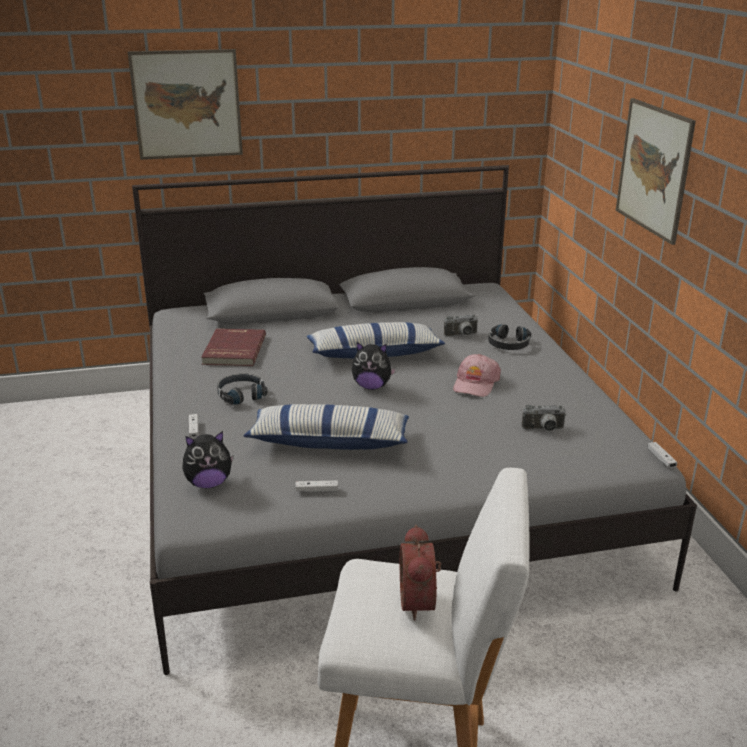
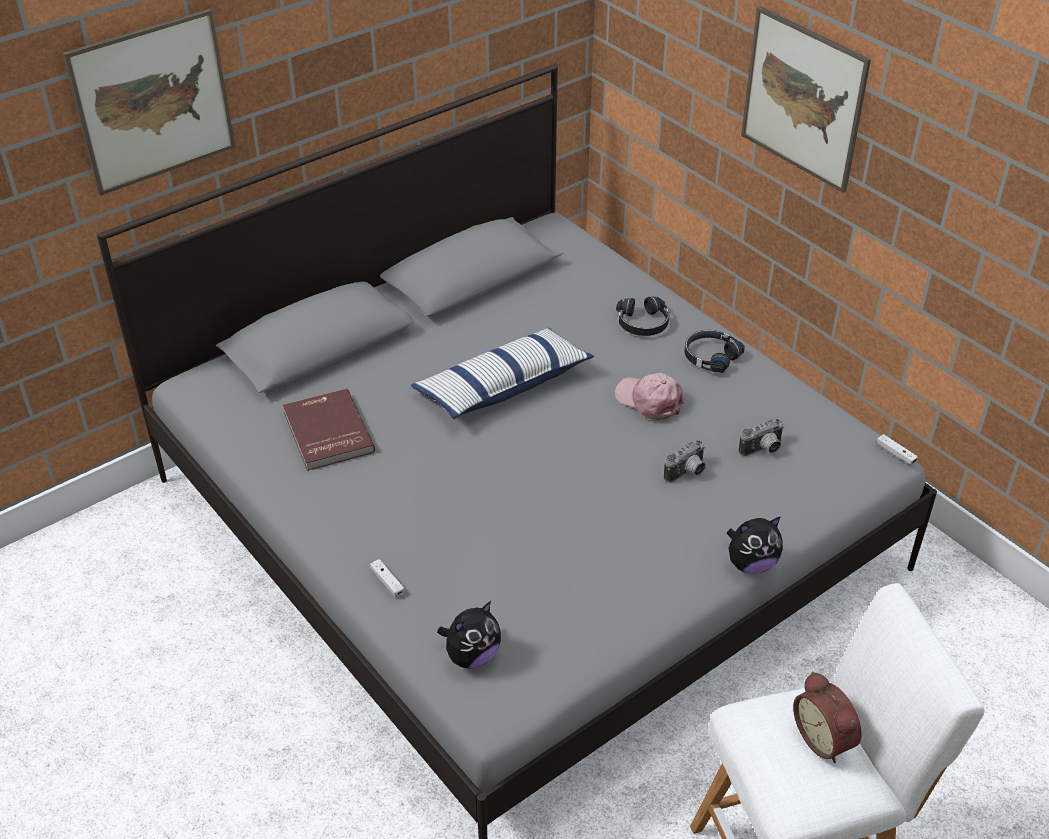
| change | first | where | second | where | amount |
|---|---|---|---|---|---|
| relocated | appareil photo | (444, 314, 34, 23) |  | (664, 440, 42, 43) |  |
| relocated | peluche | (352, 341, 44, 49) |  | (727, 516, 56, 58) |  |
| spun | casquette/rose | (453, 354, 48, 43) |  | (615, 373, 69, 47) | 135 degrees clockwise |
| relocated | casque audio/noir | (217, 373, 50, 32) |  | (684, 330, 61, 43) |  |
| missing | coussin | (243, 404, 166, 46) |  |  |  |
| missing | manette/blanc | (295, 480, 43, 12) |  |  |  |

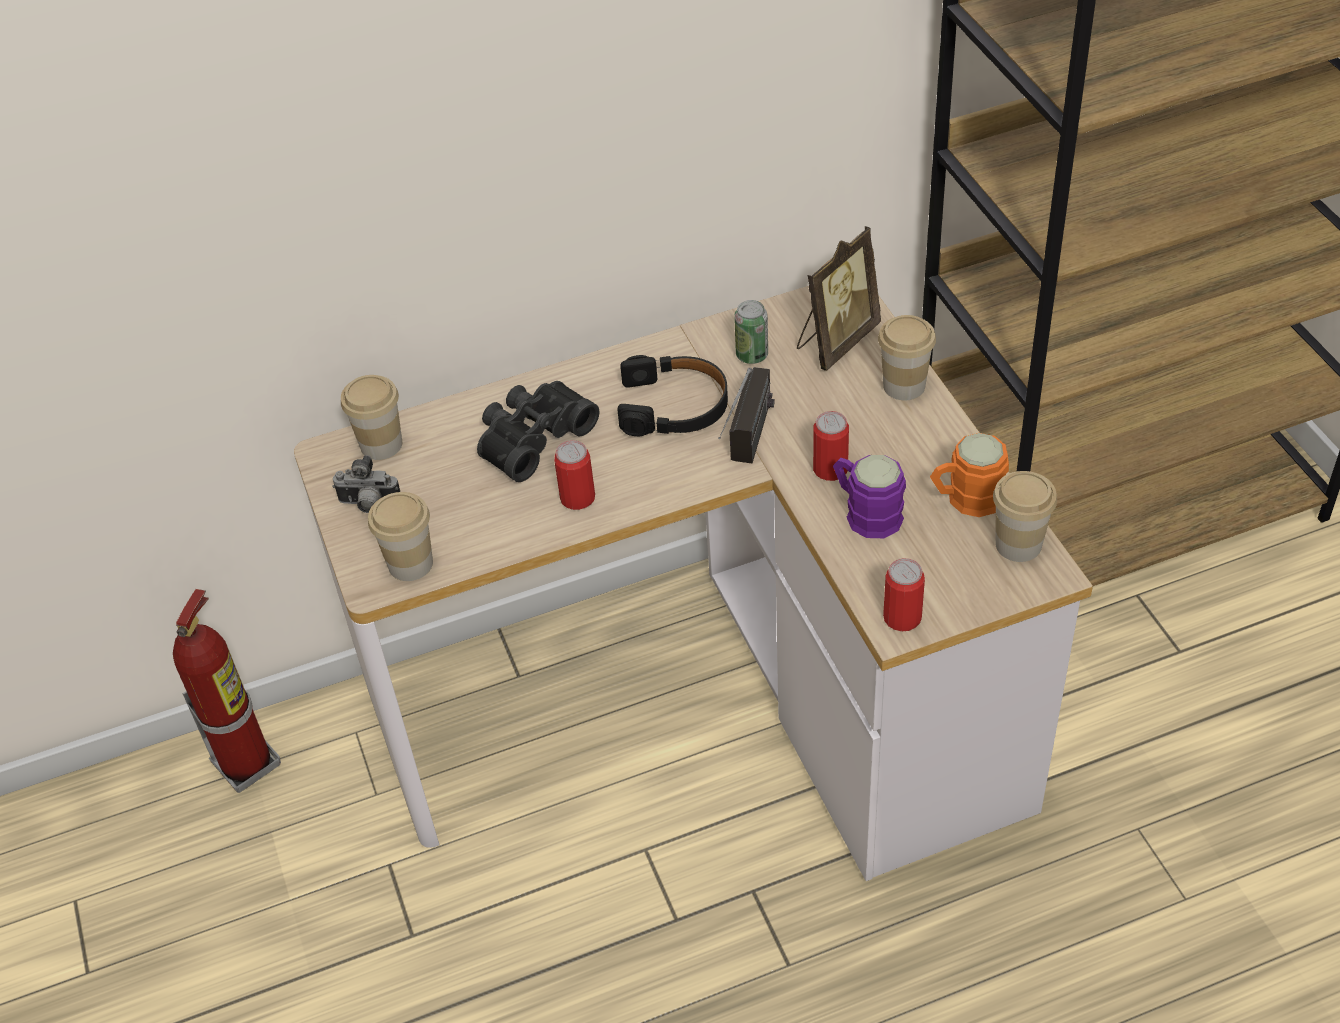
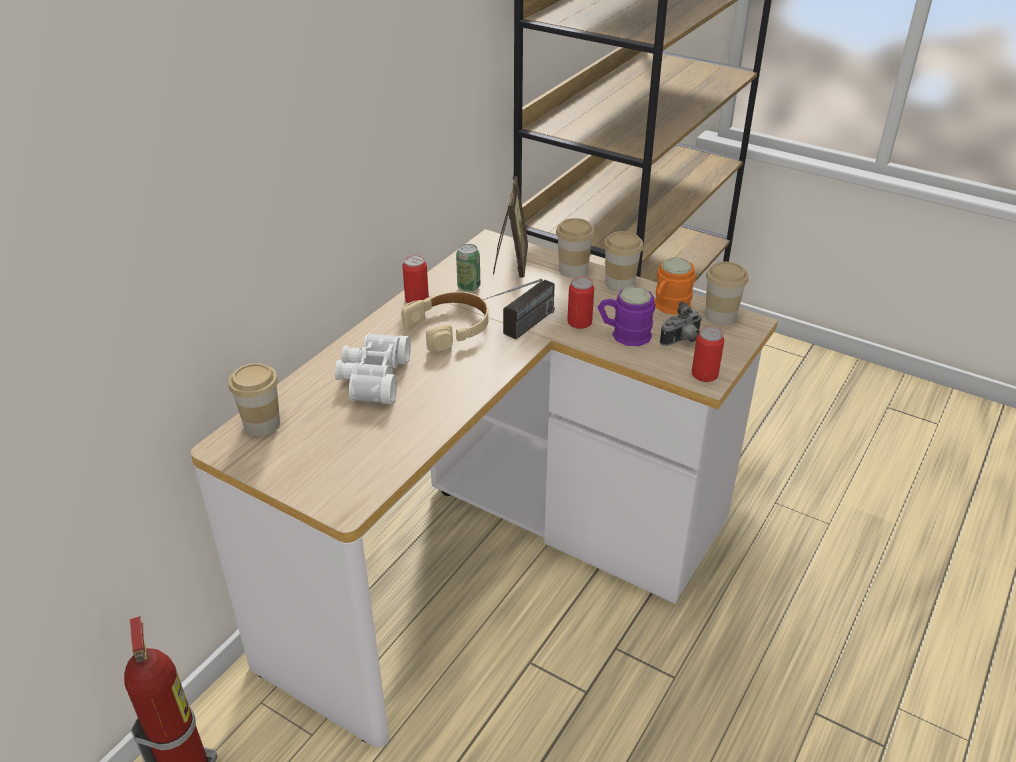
| change | first | where | second | where | amount |
|---|---|---|---|---|---|
| colour | casque audio/noir | (617, 355, 111, 82) | casque audio/beige | (401, 291, 87, 60) |  |
| spun | radio | (718, 367, 57, 97) |  | (481, 279, 74, 60) | 60 degrees clockwise |
| colour | jumelles/noir | (477, 381, 122, 101) | jumelles/blanc | (335, 333, 76, 71) |  |
| relocated | boîte métallique | (554, 440, 41, 70) |  | (402, 255, 27, 48) |  |
| relocated | appareil photo | (332, 455, 68, 58) |  | (660, 301, 42, 45) |  |
| relocated | tasse | (368, 492, 65, 89) |  | (603, 231, 40, 61) |  |

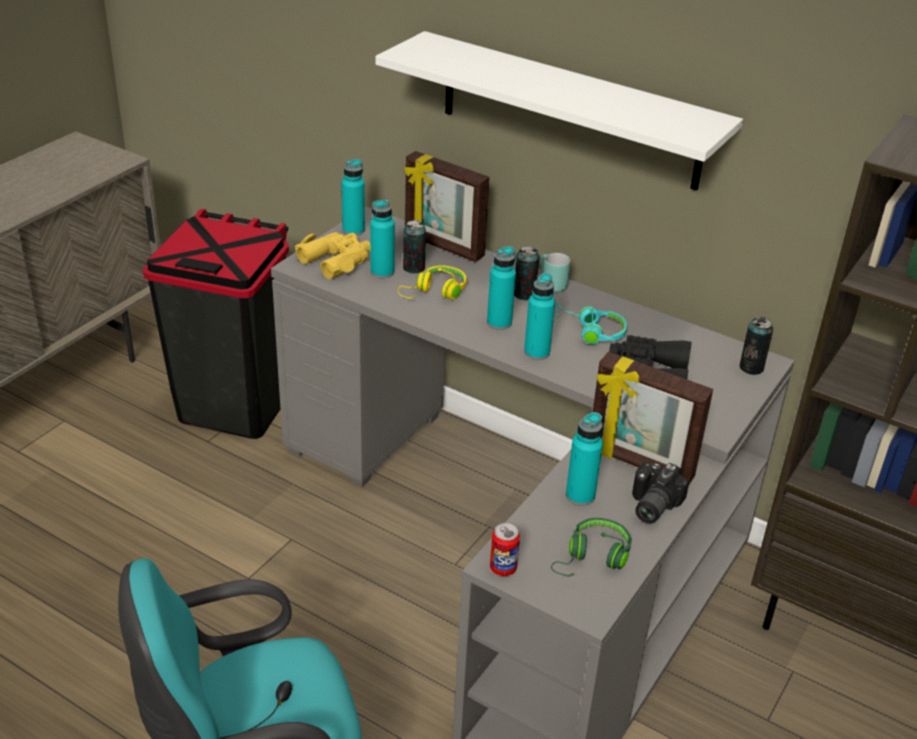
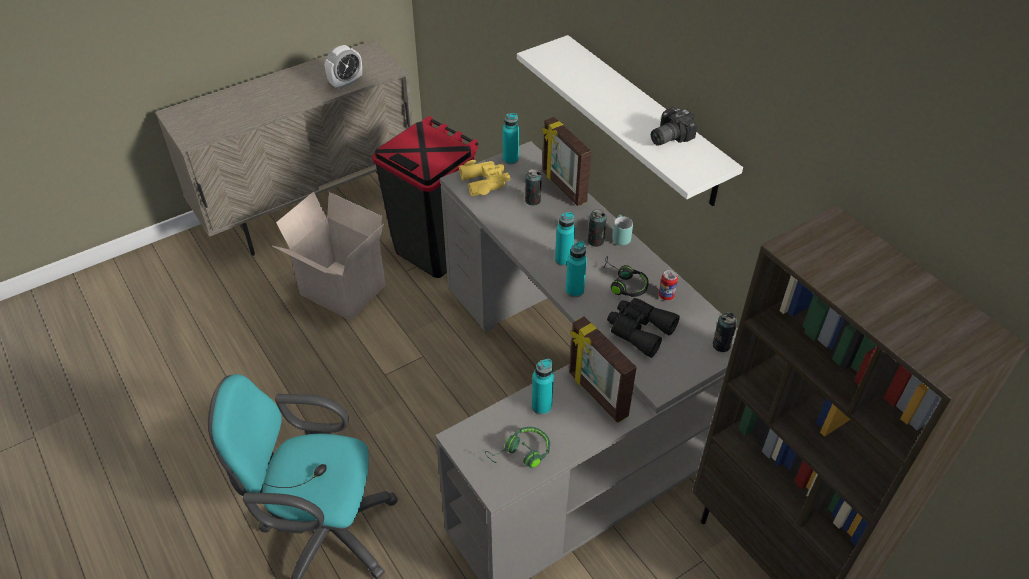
| change | first | where | second | where | amount |
|---|---|---|---|---|---|
| missing | bouteille/turquoise | (370, 199, 25, 79) |  |  |  |
| missing | casque audio/jaune | (398, 265, 69, 34) |  |  |  |
| colour | casque audio/turquoise | (556, 302, 71, 42) | casque audio/noir | (603, 256, 46, 41) |  |
| relocated | appareil photo | (632, 462, 57, 62) |  | (651, 107, 46, 38) |  |
| relocated | boîte métallique | (490, 523, 30, 53) |  | (659, 270, 19, 31) |  |
| appeared |  |  | réveil | (325, 45, 37, 44) |  |
| appeared |  |  | carton | (272, 192, 114, 128) |  |

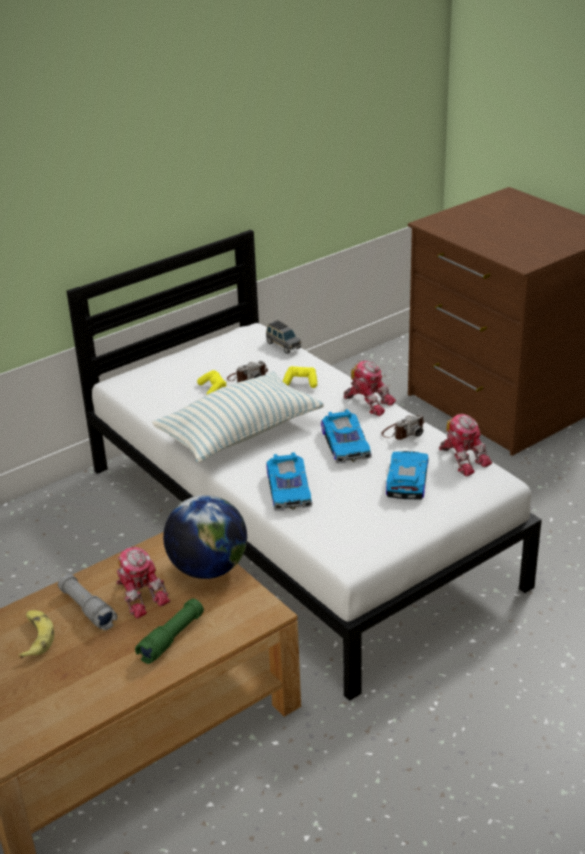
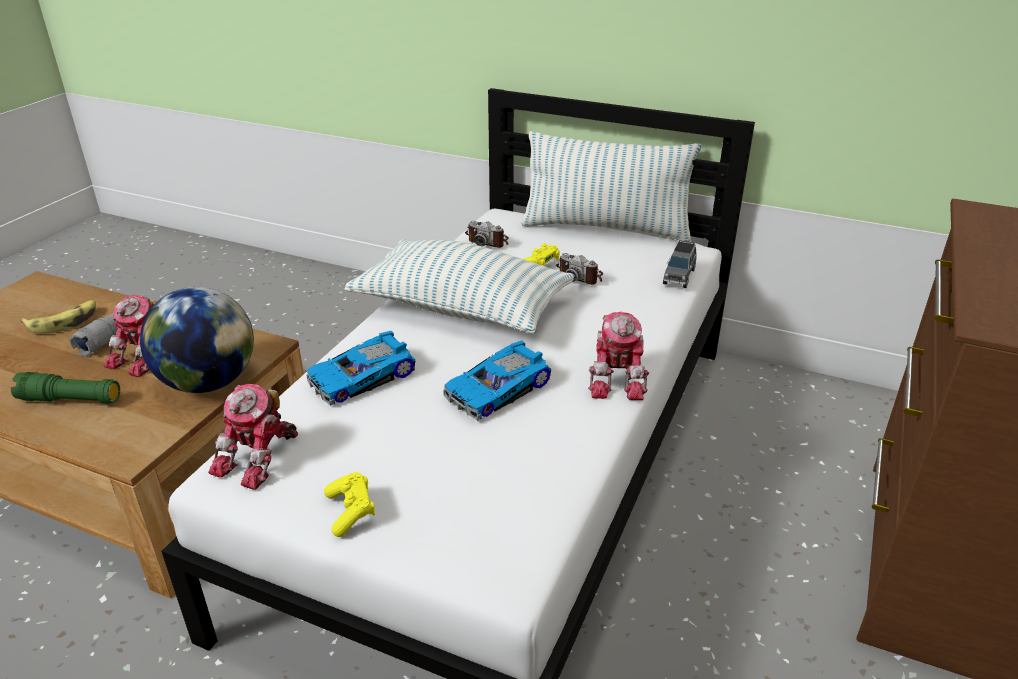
| change | first | where | second | where | amount |
|---|---|---|---|---|---|
| relocated | manette/jaune | (283, 366, 34, 22) |  | (324, 472, 51, 65) |  |
| relocated | appareil photo | (381, 413, 44, 27) |  | (465, 221, 44, 27) |  |
| relocated | robot jouet | (439, 414, 53, 62) |  | (208, 384, 90, 106) |  |
| missing | petite voiture | (386, 451, 43, 49) |  |  |  |
| appeared |  |  | coussin | (521, 131, 181, 111) |  |

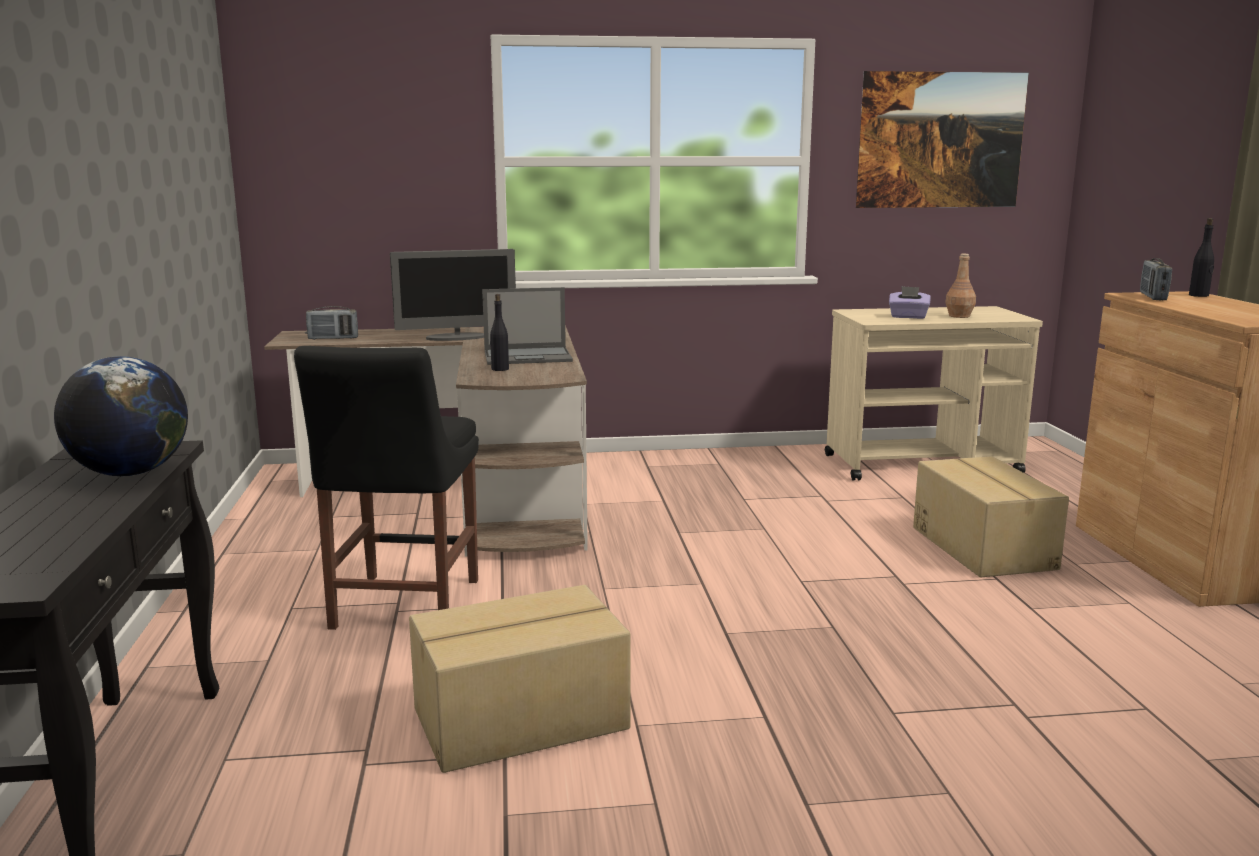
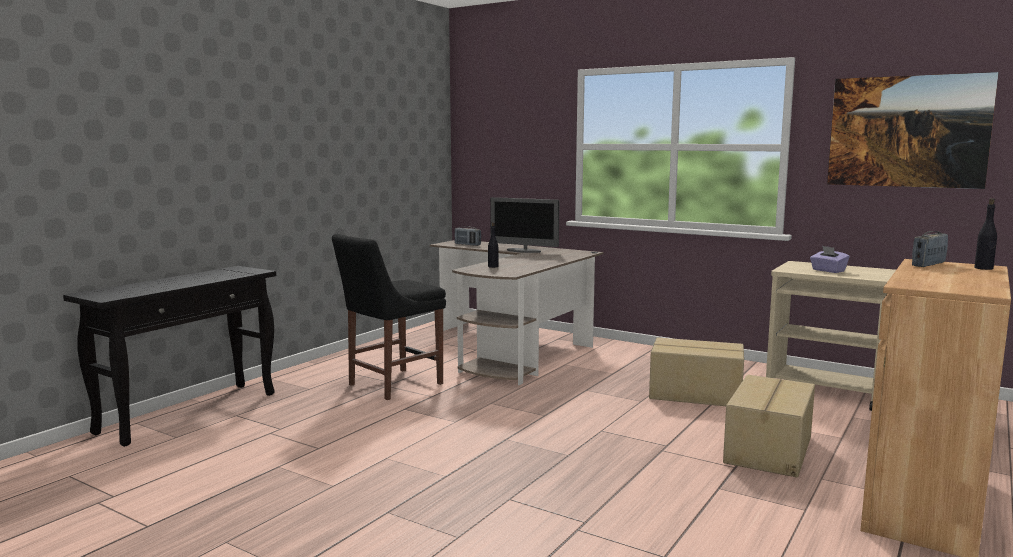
| change | first | where | second | where | amount |
|---|---|---|---|---|---|
| missing | bouteille/marron | (945, 254, 31, 64) |  |  |  |
| missing | ordinateur portable | (482, 287, 91, 78) |  |  |  |
| missing | globe | (54, 356, 134, 120) |  |  |  |
| relocated | carton | (409, 585, 221, 188) |  | (649, 337, 95, 69) |  |

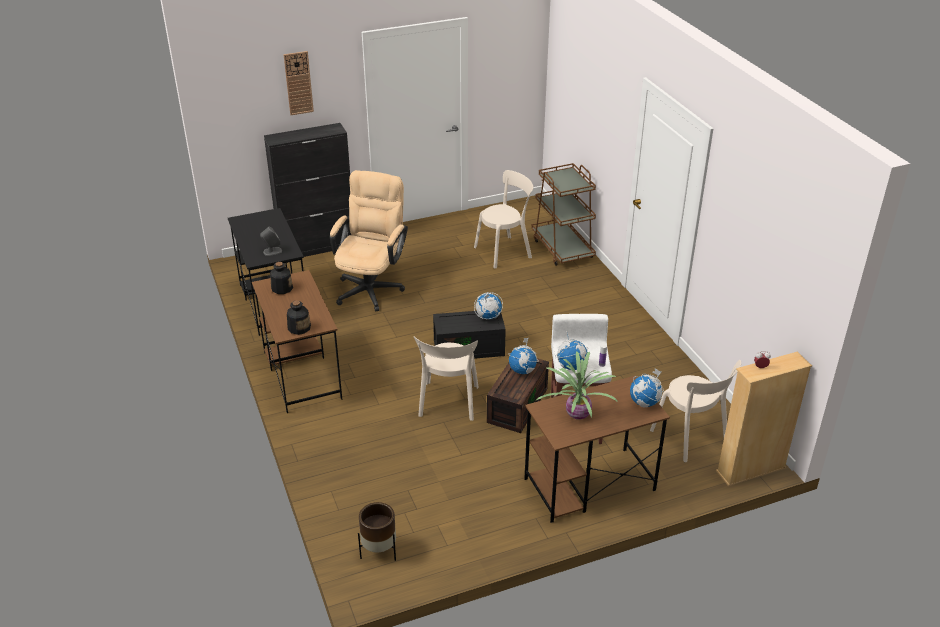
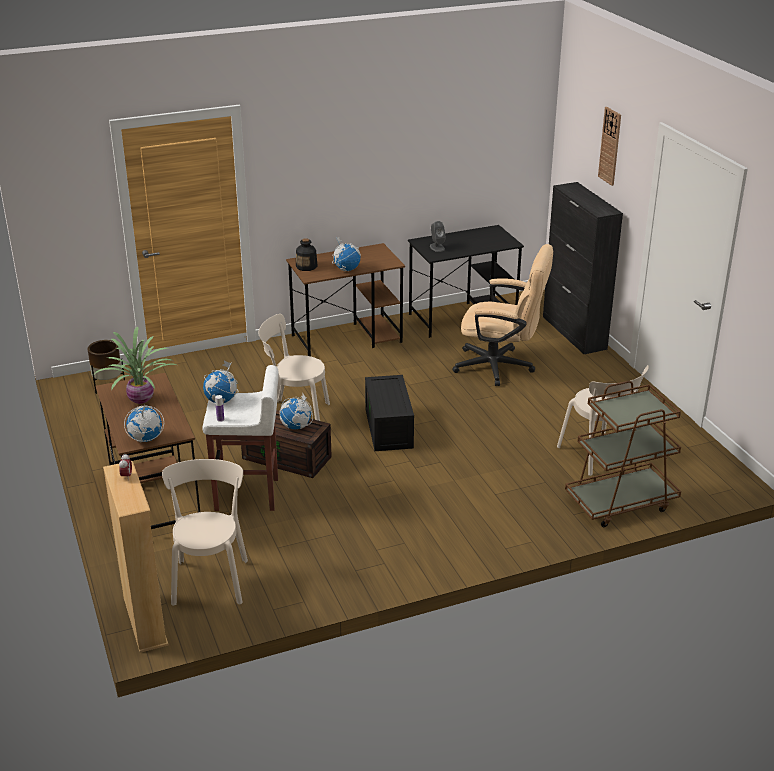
| change | first | where | second | where | amount |
|---|---|---|---|---|---|
| missing | bouteille | (270, 262, 23, 32) |  |  |  |
| relocated | globe | (474, 292, 29, 27) |  | (332, 237, 29, 35) |  |
| spun | chaise/beige | (650, 360, 91, 102) |  | (162, 459, 86, 147) | 120 degrees clockwise |

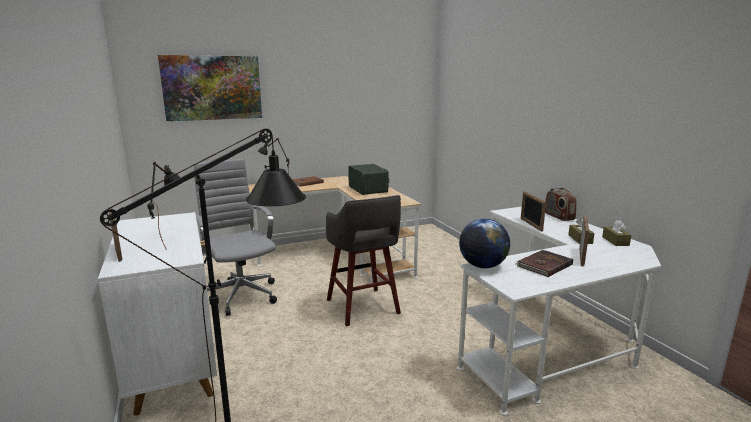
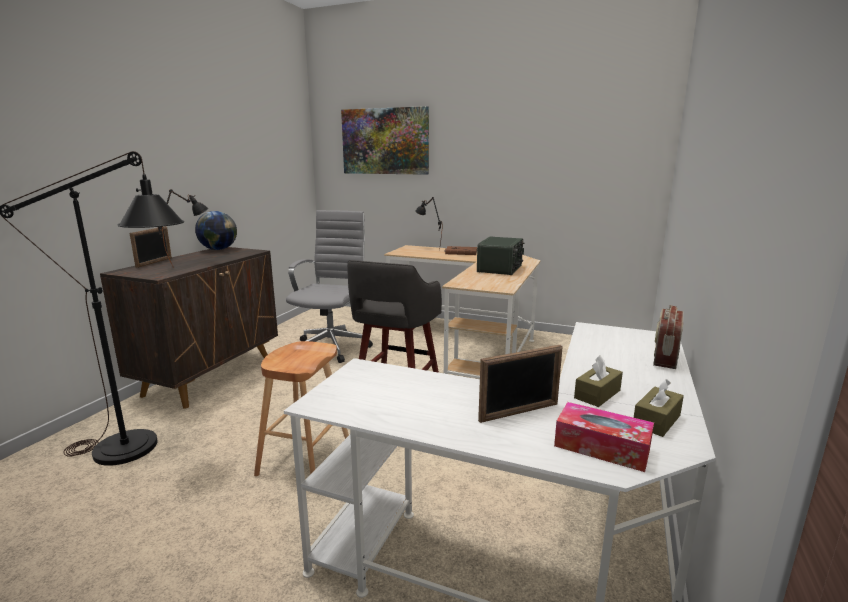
| change | first | where | second | where | amount |
|---|---|---|---|---|---|
| missing | cadre photo | (521, 191, 25, 41) |  |  |  |
| colour | meuble de rangement/blanc | (98, 212, 119, 204) | meuble de rangement/marron | (100, 247, 178, 162) |  |
| relocated | globe | (459, 219, 51, 49) |  | (195, 211, 42, 39) |  |
| missing | livre/marron | (515, 250, 58, 27) |  |  |  |
| appeared |  |  | tabouret/marron | (254, 341, 95, 135) |  |
| appeared |  |  | boîte à mouchoirs | (554, 402, 100, 70) |  |

